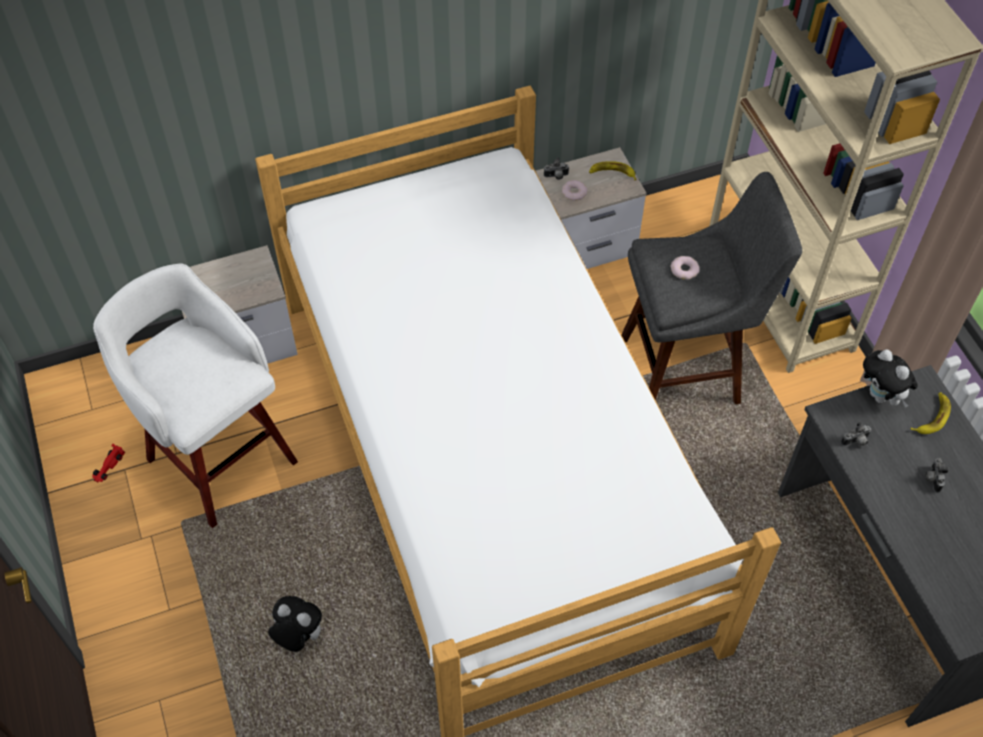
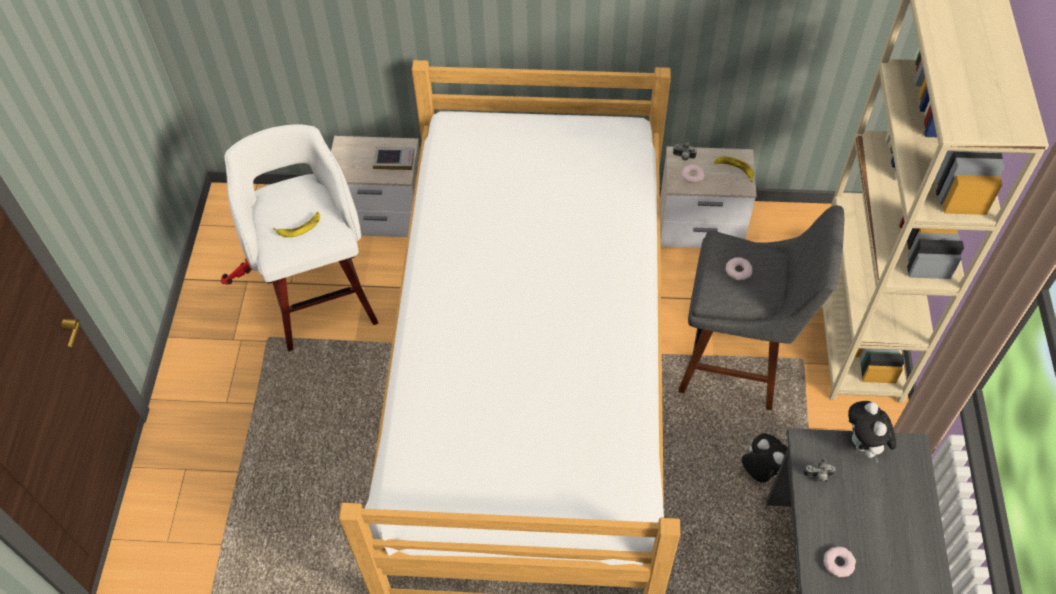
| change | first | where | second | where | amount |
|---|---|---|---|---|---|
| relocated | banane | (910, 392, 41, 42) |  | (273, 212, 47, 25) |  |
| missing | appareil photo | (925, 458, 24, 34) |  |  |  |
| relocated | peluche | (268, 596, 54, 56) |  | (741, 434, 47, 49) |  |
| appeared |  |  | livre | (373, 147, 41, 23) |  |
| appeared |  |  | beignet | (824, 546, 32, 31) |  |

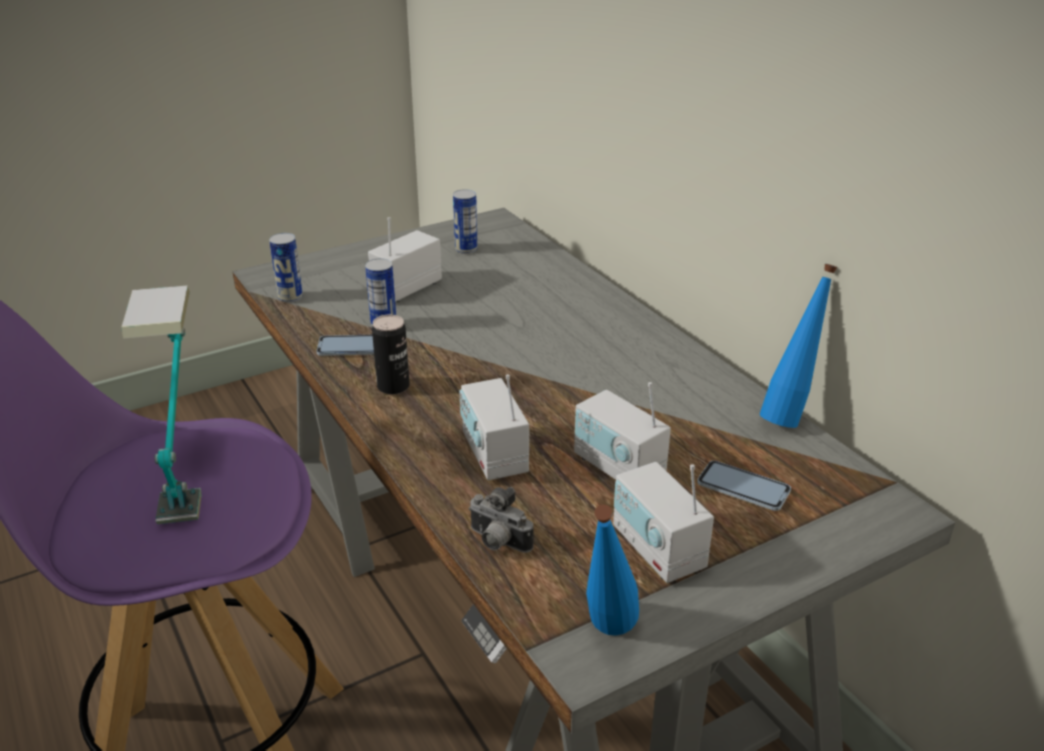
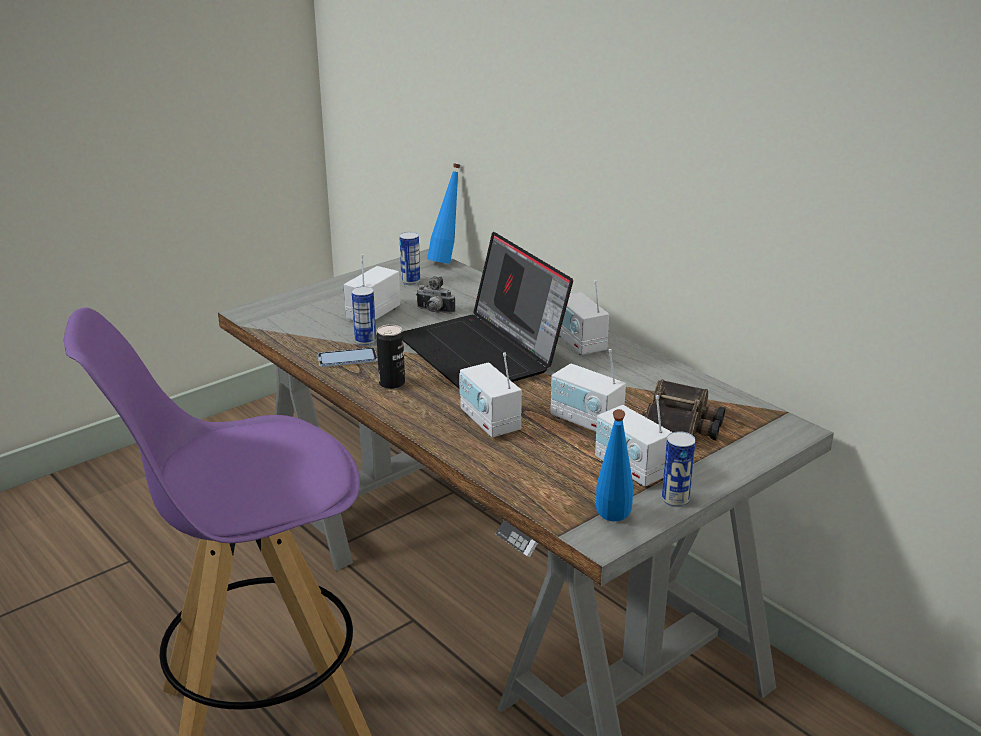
| change | first | where | second | where | amount |
|---|---|---|---|---|---|
| relocated | boîte métallique | (269, 233, 34, 69) |  | (662, 431, 34, 76) |  |
| relocated | bouteille/bleu | (760, 264, 77, 164) |  | (427, 163, 33, 101) |  |
| missing | lampe de table | (121, 285, 81, 239) |  |  |  |
| exchanged | téléphone | (697, 461, 94, 50) | jumelles | (641, 380, 84, 60) |  |
| relocated | appareil photo | (468, 487, 66, 66) |  | (416, 276, 39, 38) |  |
| appeared |  |  | ordinateur portable | (402, 232, 171, 156) |  |
| appeared |  |  | radio | (559, 280, 50, 75) |  |

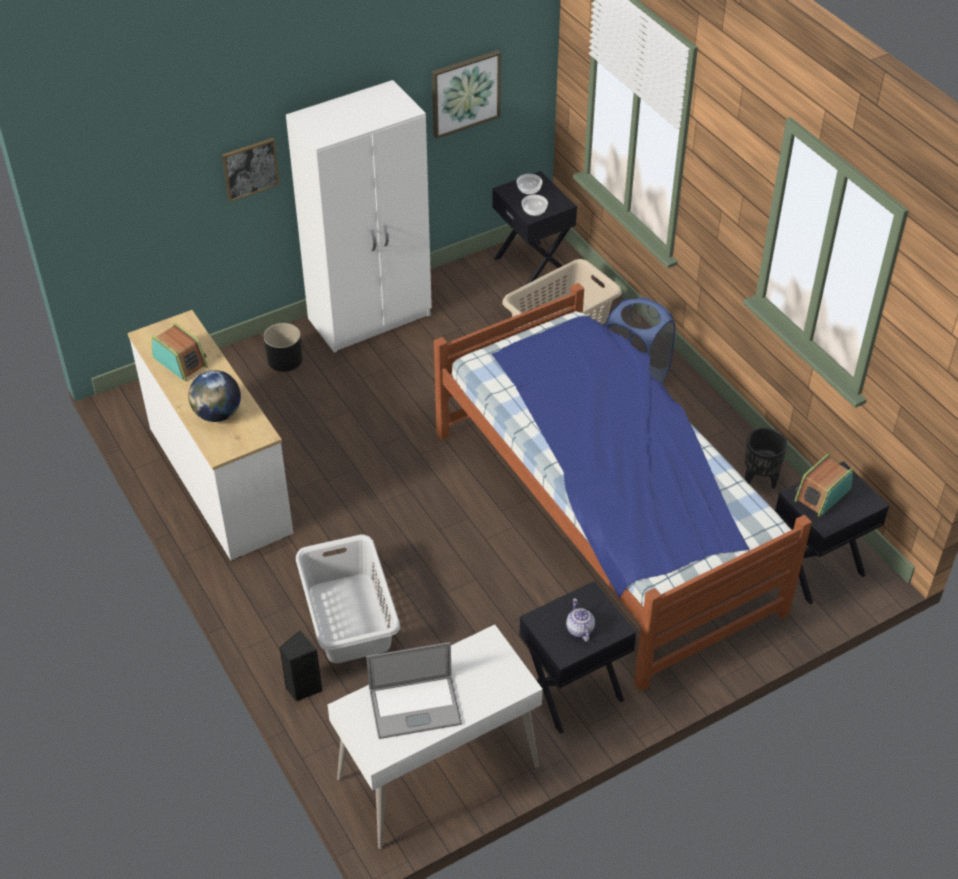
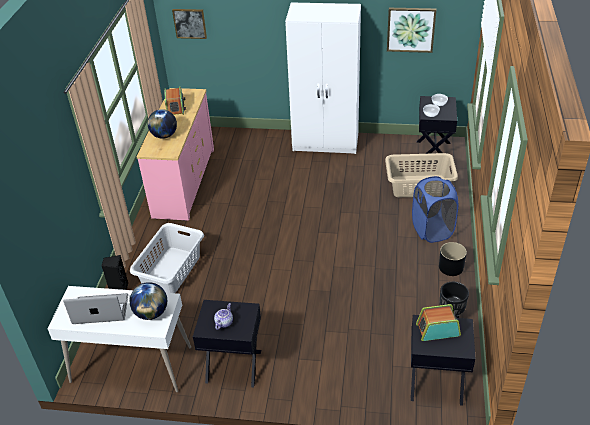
| change | first | where | second | where | amount |
|---|---|---|---|---|---|
| relocated | tableau | (222, 138, 58, 64) |  | (172, 9, 35, 30) |  |
| missing | lit | (434, 283, 378, 409) |  |  |  |
| colour | commode/blanc | (127, 310, 166, 250) | commode/rose | (136, 88, 78, 133) |  |
| relocated | cache-pot/noir | (263, 323, 40, 49) |  | (439, 242, 28, 34) |  |
| spun | ordinateur portable | (367, 642, 95, 97) |  | (63, 293, 65, 31) | 150 degrees clockwise |
| appeared |  |  | globe | (130, 282, 37, 38) |  |

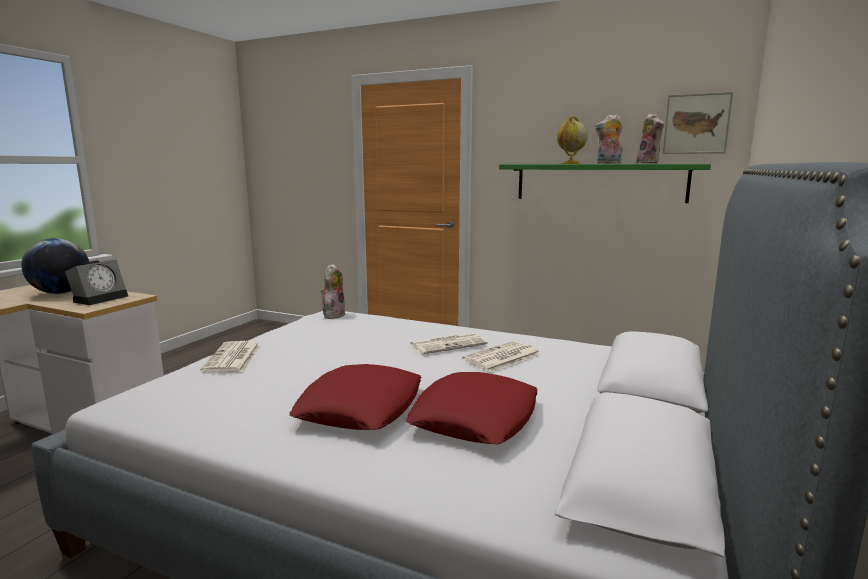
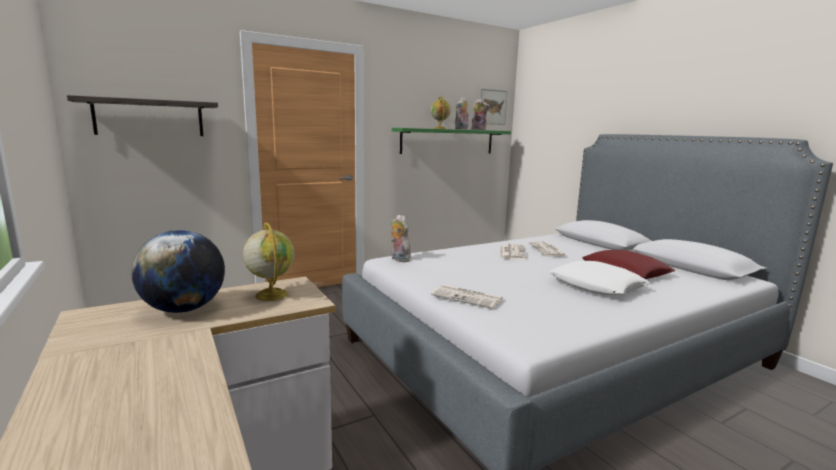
| change | first | where | second | where | amount |
|---|---|---|---|---|---|
| exchanged | réveil | (65, 260, 63, 45) | globe | (243, 222, 51, 79) |  |
| colour | coussin/rouge | (290, 364, 132, 66) | coussin/blanc | (549, 261, 101, 34) |  |
| appeared |  |  | étagère | (67, 95, 151, 41) |  |

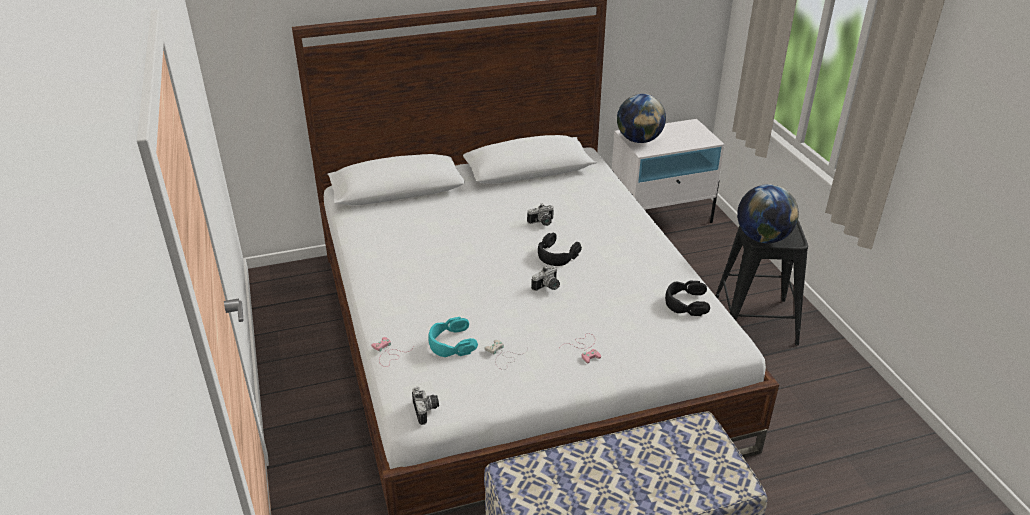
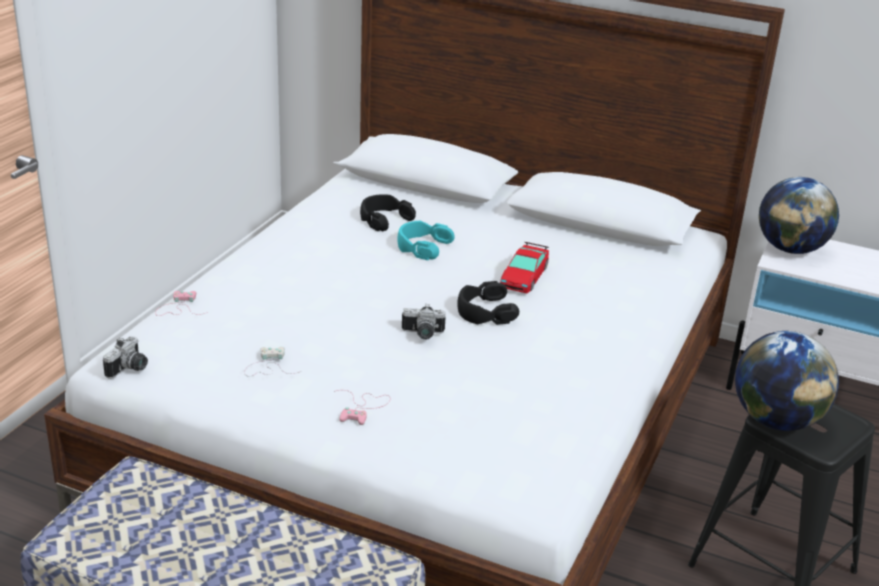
| change | first | where | second | where | amount |
|---|---|---|---|---|---|
| exchanged | appareil photo | (527, 203, 27, 23) | petite voiture | (500, 242, 49, 51) |  |
| relocated | casque audio/noir | (665, 280, 45, 36) |  | (360, 194, 56, 37) |  |
| relocated | casque audio/turquoise | (428, 317, 50, 40) |  | (397, 221, 58, 39) |  |

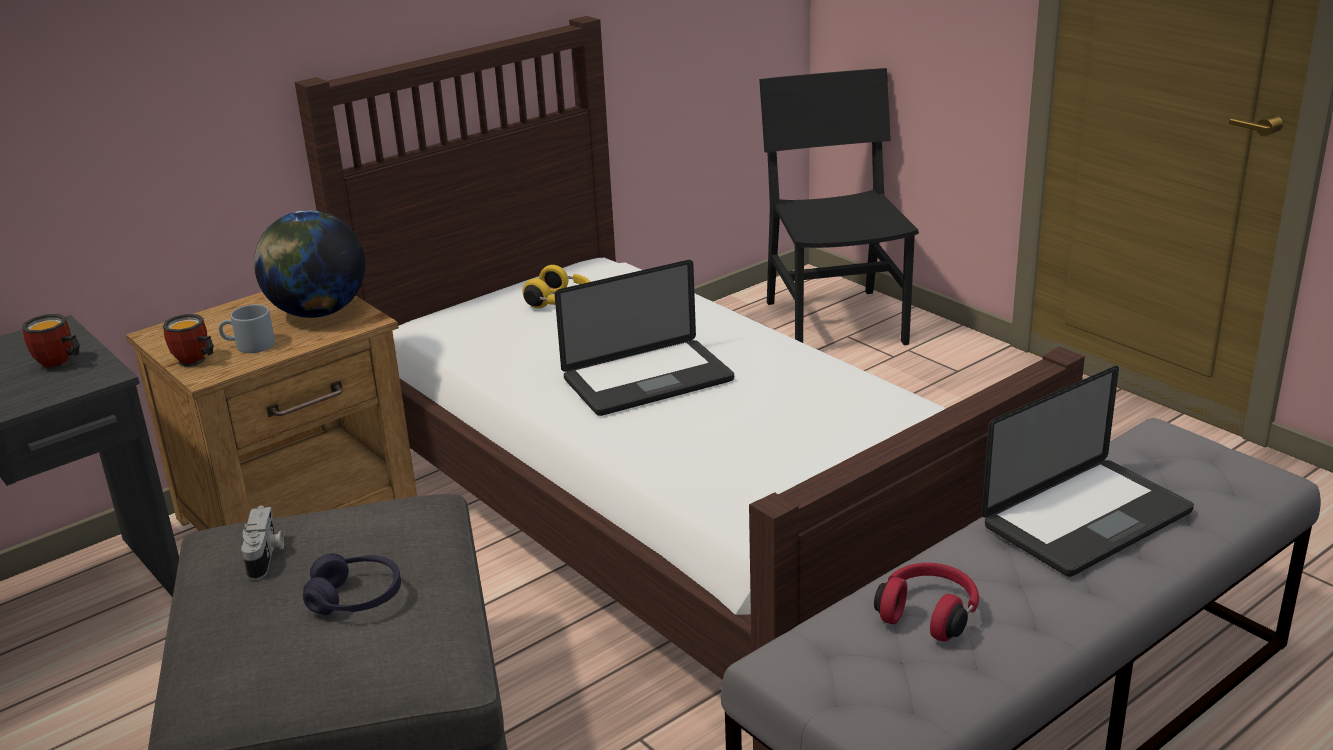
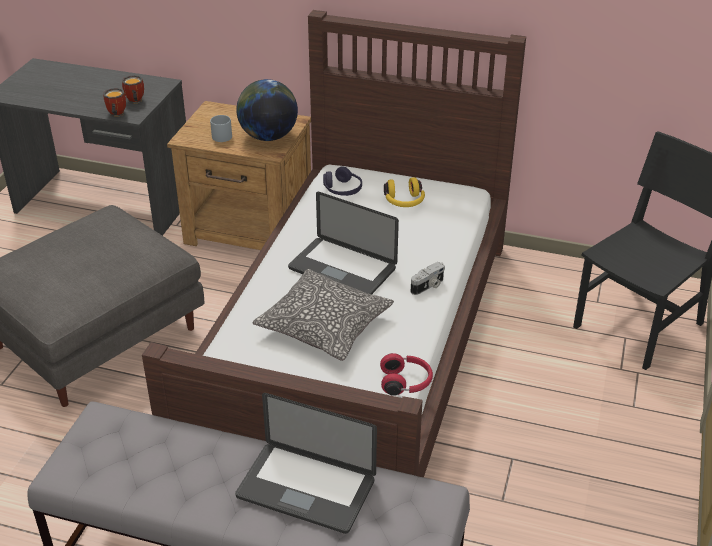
| change | first | where | second | where | amount |
|---|---|---|---|---|---|
| relocated | mug | (163, 314, 51, 53) |  | (103, 88, 23, 29) |  |
| relocated | appareil photo | (241, 506, 43, 74) |  | (411, 262, 34, 33) |  |
| relocated | casque audio/violet | (303, 553, 98, 62) |  | (323, 166, 39, 30) |  |
| relocated | casque audio/rouge | (874, 563, 105, 79) |  | (380, 353, 53, 43) |  |
| appeared |  |  | coussin | (252, 269, 142, 92) |  |

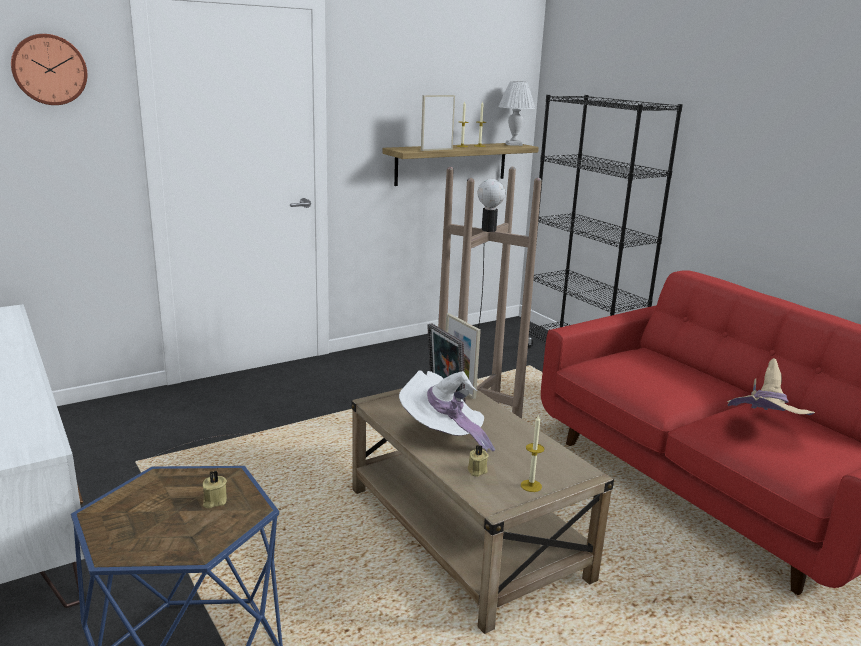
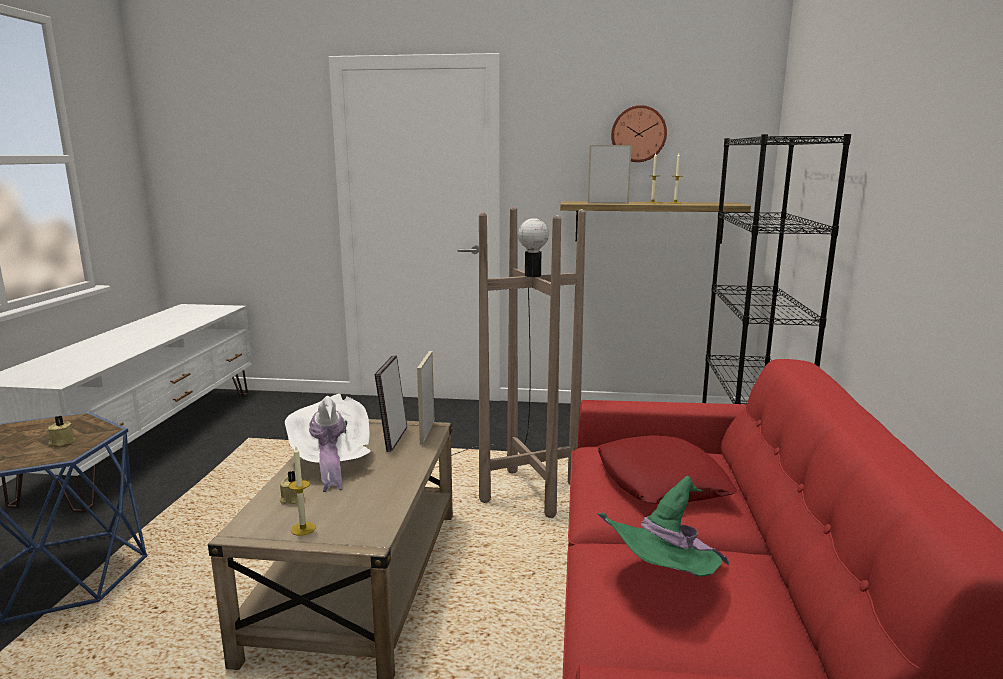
| change | first | where | second | where | amount |
|---|---|---|---|---|---|
| relocated | horloge murale | (11, 34, 76, 71) |  | (611, 105, 56, 57) |  |
| missing | lampe de table/blanc | (498, 81, 37, 65) |  |  |  |
| colour | chapeau/beige | (727, 358, 88, 57) | chapeau/vert | (598, 476, 131, 101) |  |
| appeared |  |  | coussin/rouge | (598, 435, 139, 69) |  |

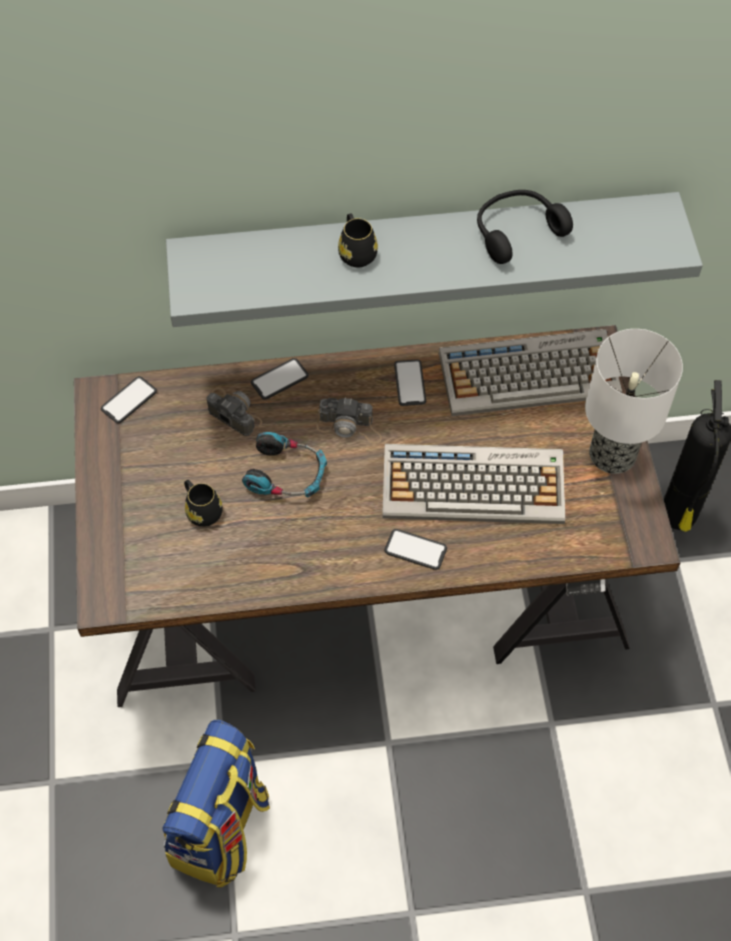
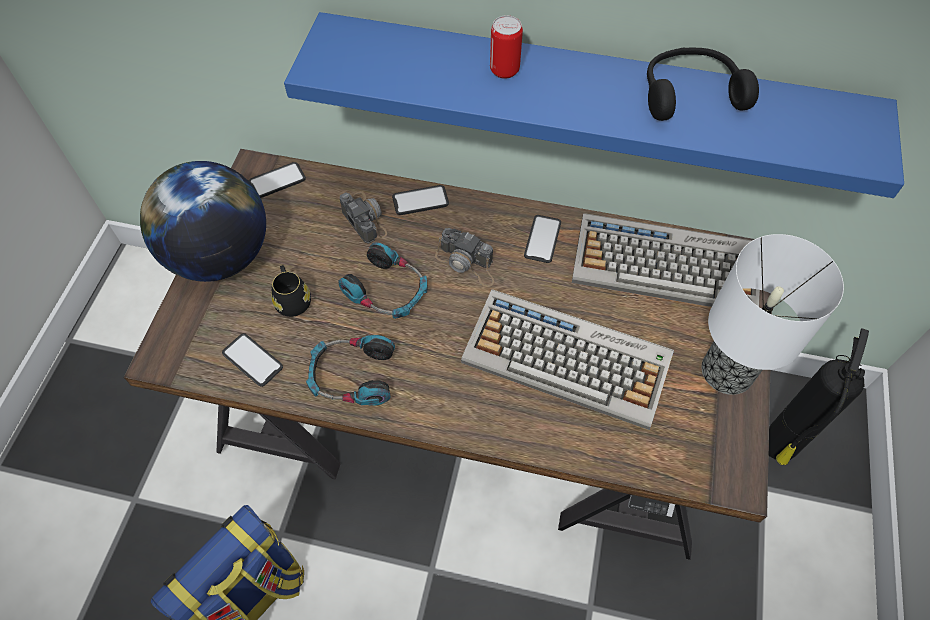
| change | first | where | second | where | amount |
|---|---|---|---|---|---|
| colour | étagère/gris | (166, 192, 537, 135) | étagère/bleu | (284, 12, 620, 186) |  |
| exchanged | mug/noir | (338, 214, 40, 54) | boîte métallique | (490, 15, 33, 64) |  |
| relocated | téléphone | (384, 529, 63, 41) |  | (222, 333, 61, 54) |  |
| appeared |  |  | globe | (140, 161, 126, 121) |  |
| appeared |  |  | casque audio | (306, 335, 89, 71) |  |

